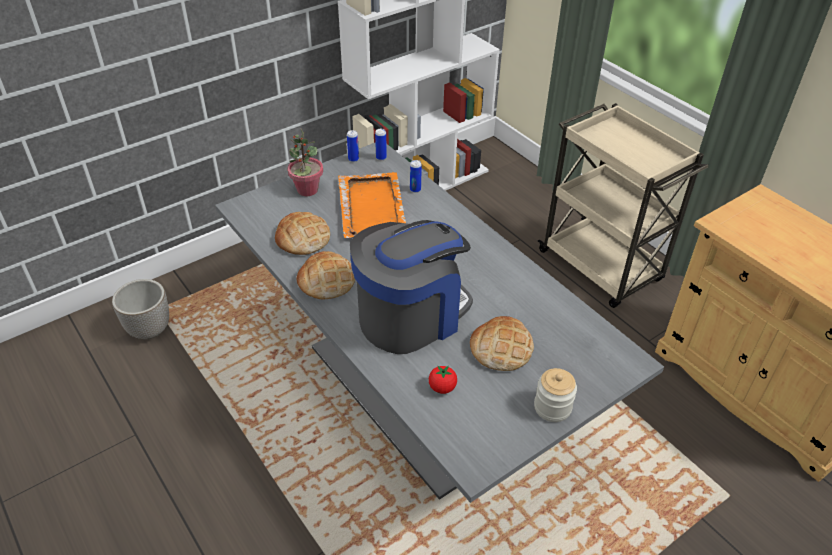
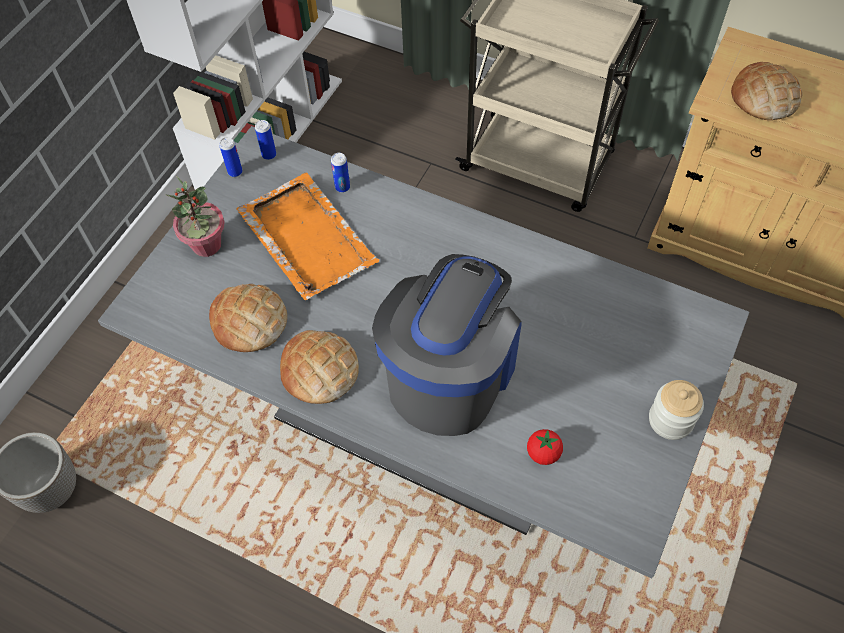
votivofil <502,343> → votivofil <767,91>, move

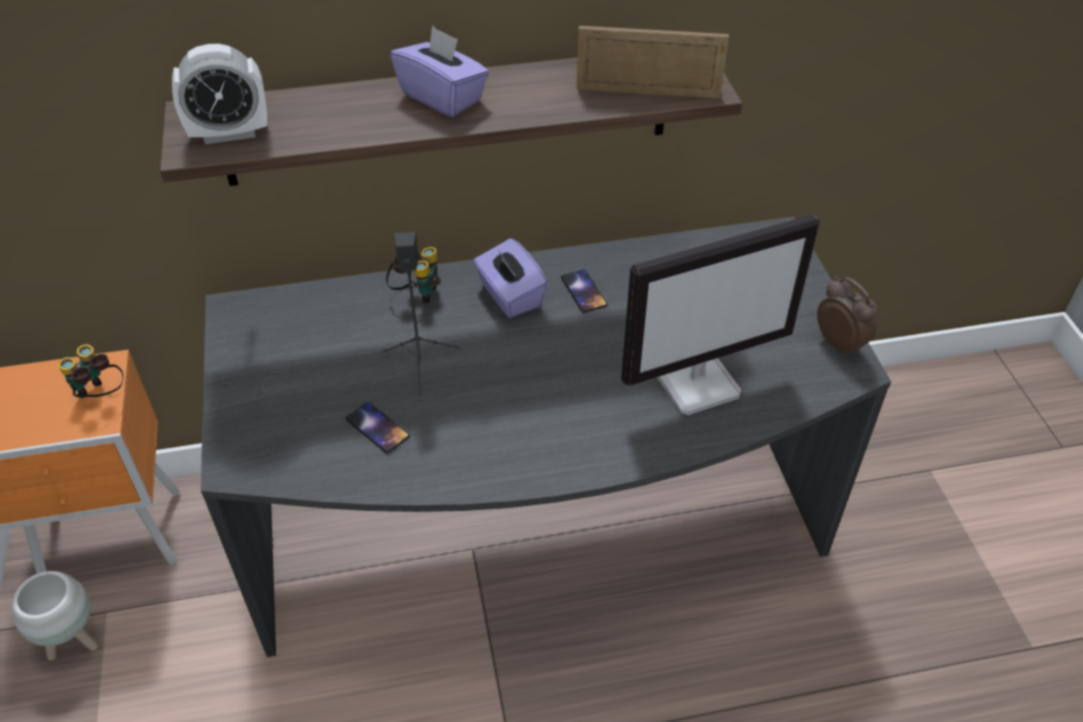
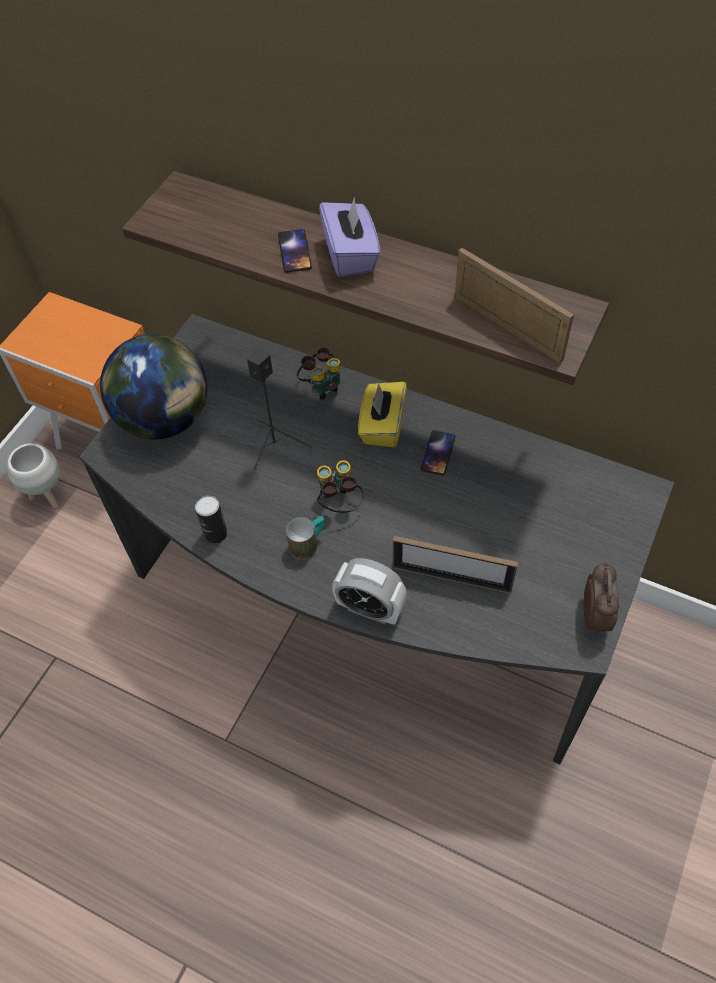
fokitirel <219,94> → fokitirel <369,591>, move
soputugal <720,314> → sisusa <455,565>
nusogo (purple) <510,278> → nusogo (yellow) <382,414>
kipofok <91,371> → kipofok <340,486>, move
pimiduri <378,427> → pimiduri <295,251>, move
- → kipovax <153,387>
- → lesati <211,519>
- → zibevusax <305,538>

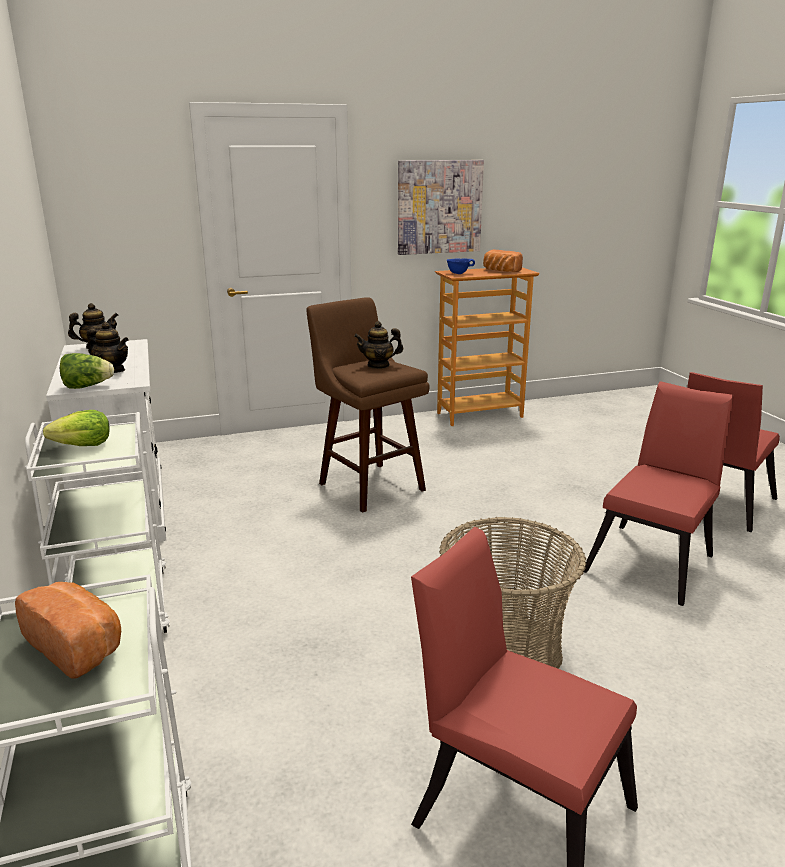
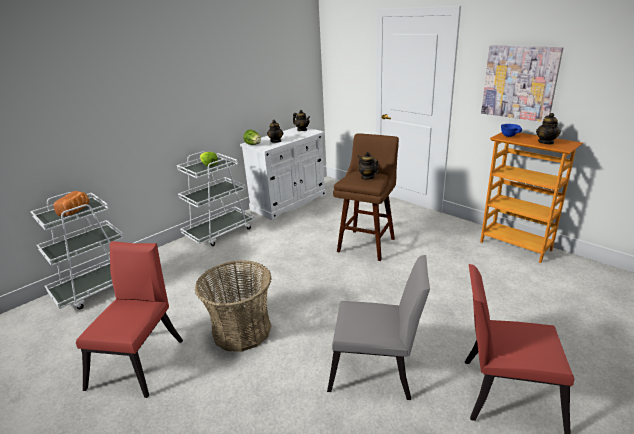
votivofil <503,260> → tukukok <548,129>
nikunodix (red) <658,493> → nikunodix (grey) <378,327>

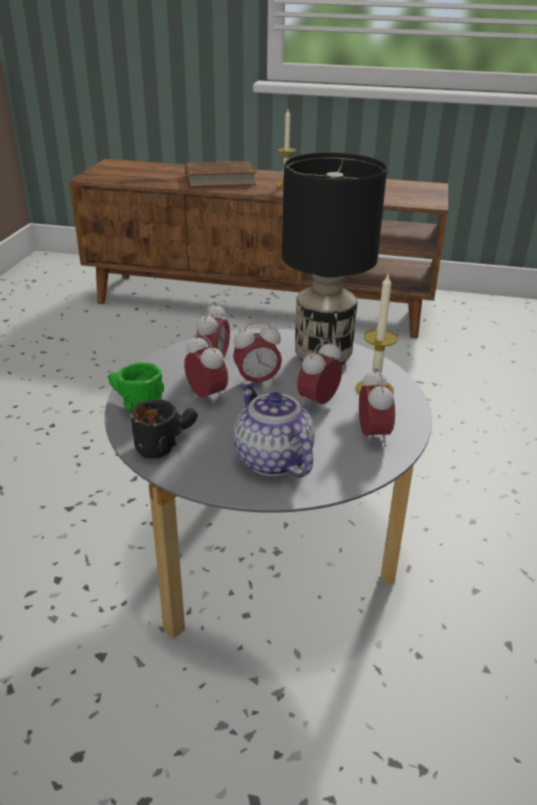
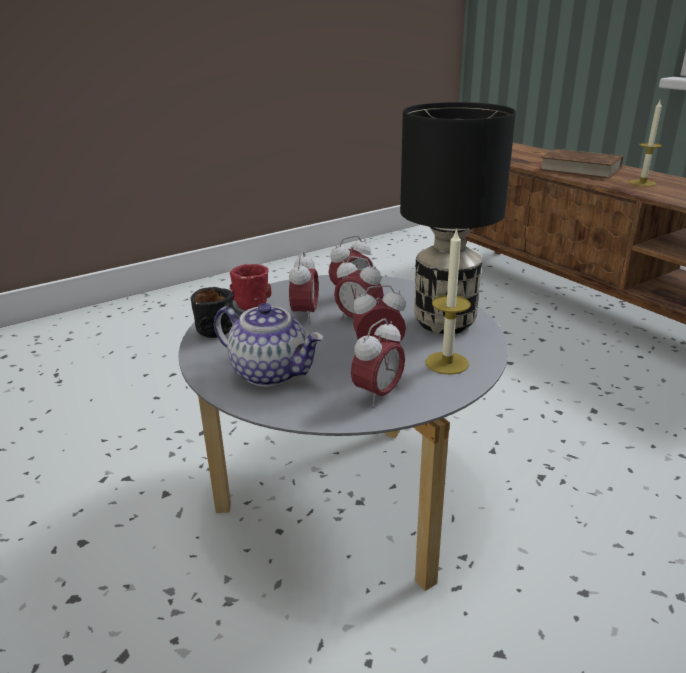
zibevusax (green) <136,387> → zibevusax (red) <250,287>
tukukok <274,428> → tukukok <269,345>, 105 degrees clockwise

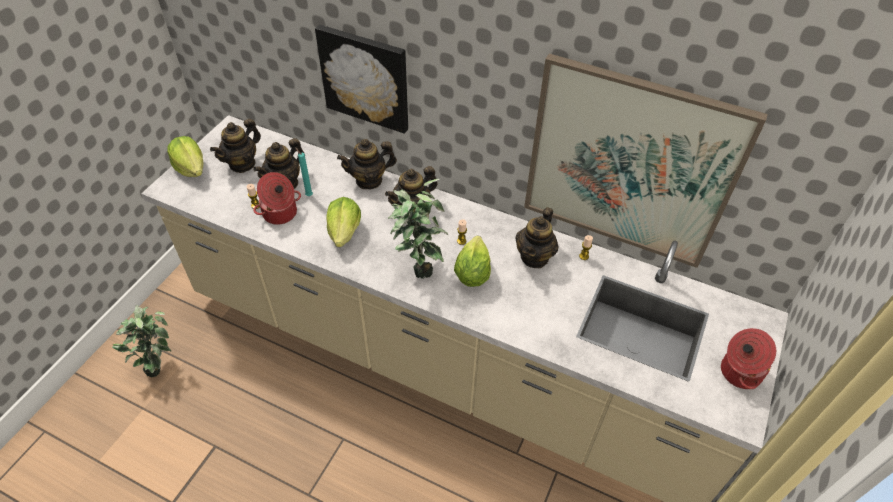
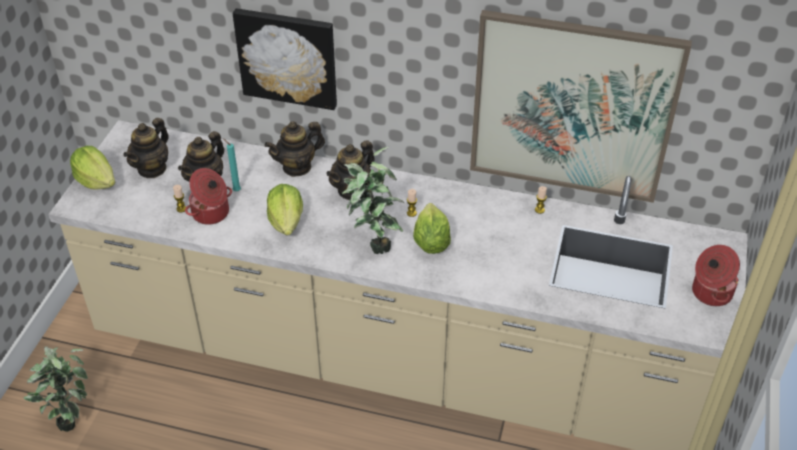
tukukok <536,237> → -

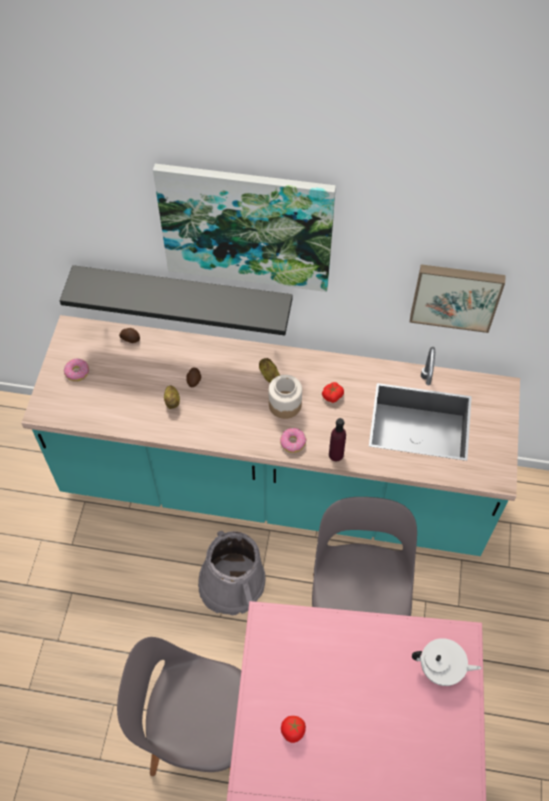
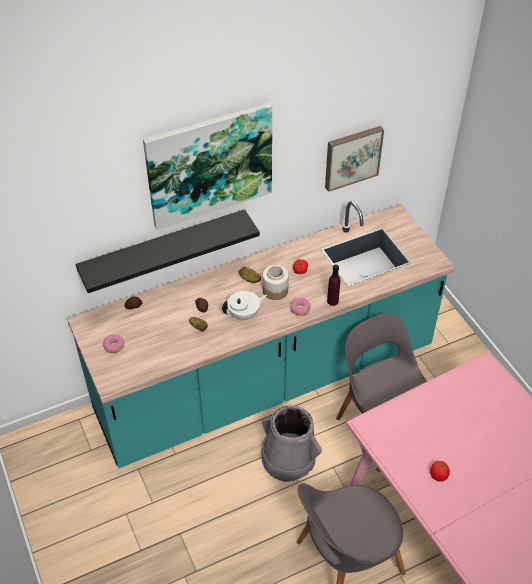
tukukok (white) <447,662> → tukukok (white) <244,305>, move

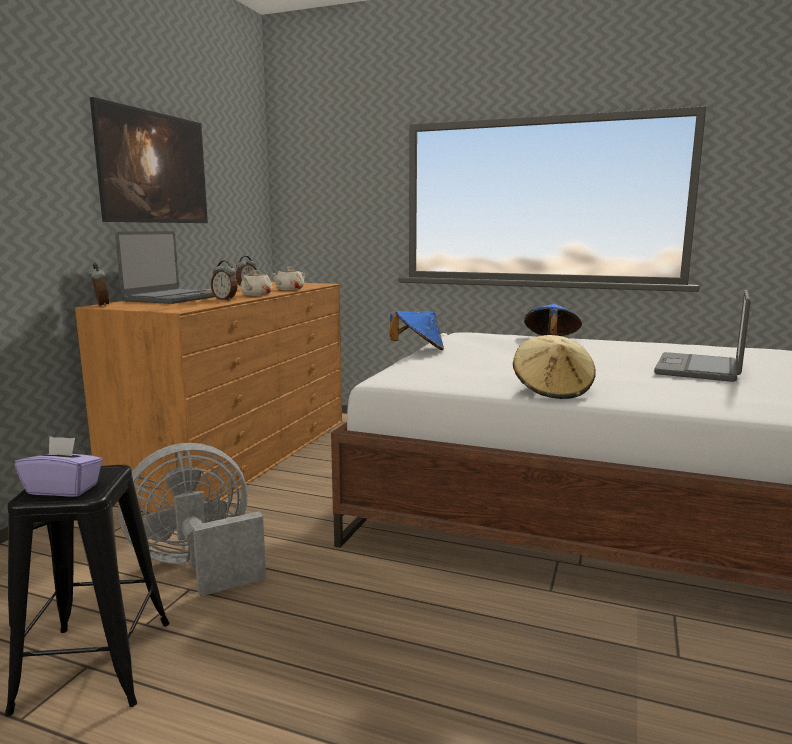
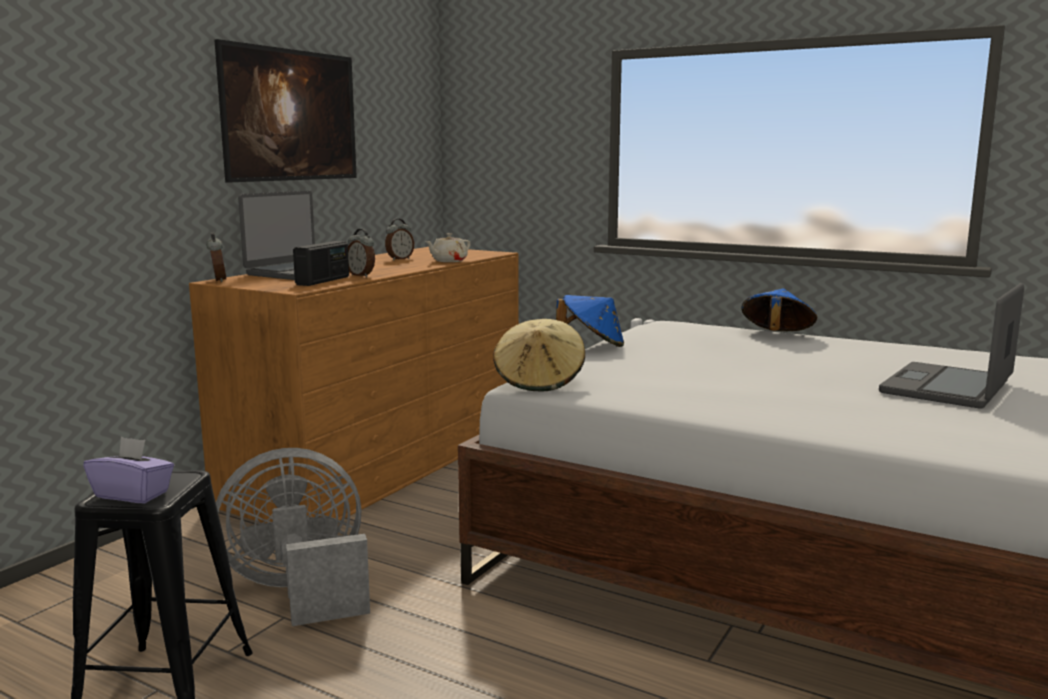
tukukok (beige) <256,283> → -
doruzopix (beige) <554,367> → doruzopix (beige) <539,355>, move
- → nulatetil <321,263>

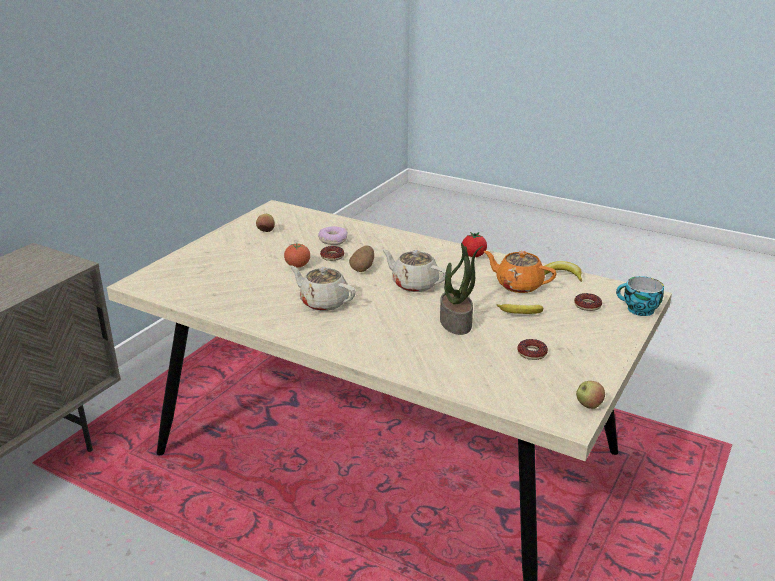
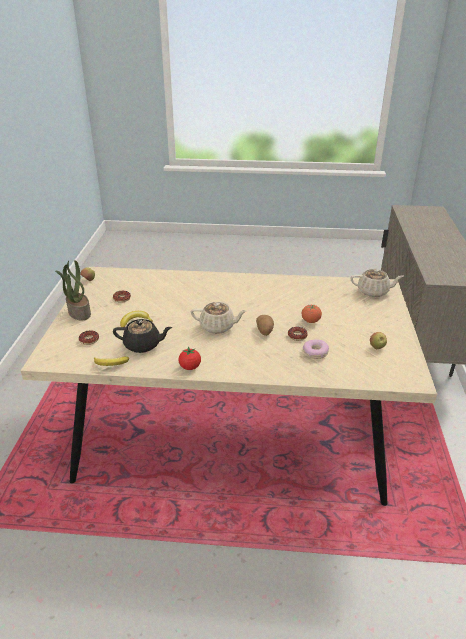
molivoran <461,289> → molivoran <73,290>, move
tukukok (orange) <520,272> → tukukok (black) <142,336>
tukukok (beige) <323,288> → tukukok (beige) <377,283>, move
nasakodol <640,296> → -

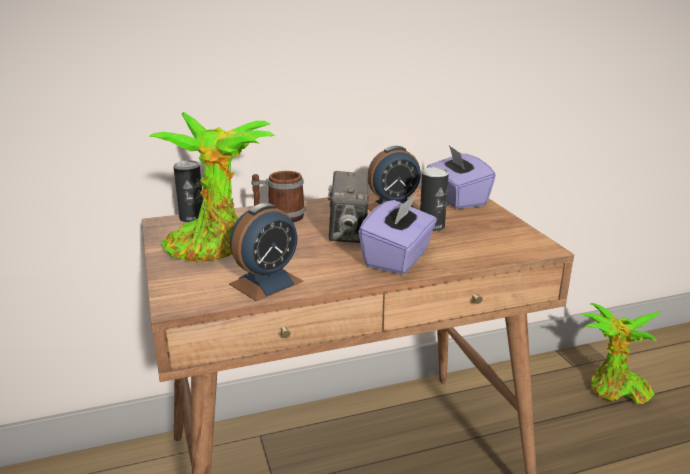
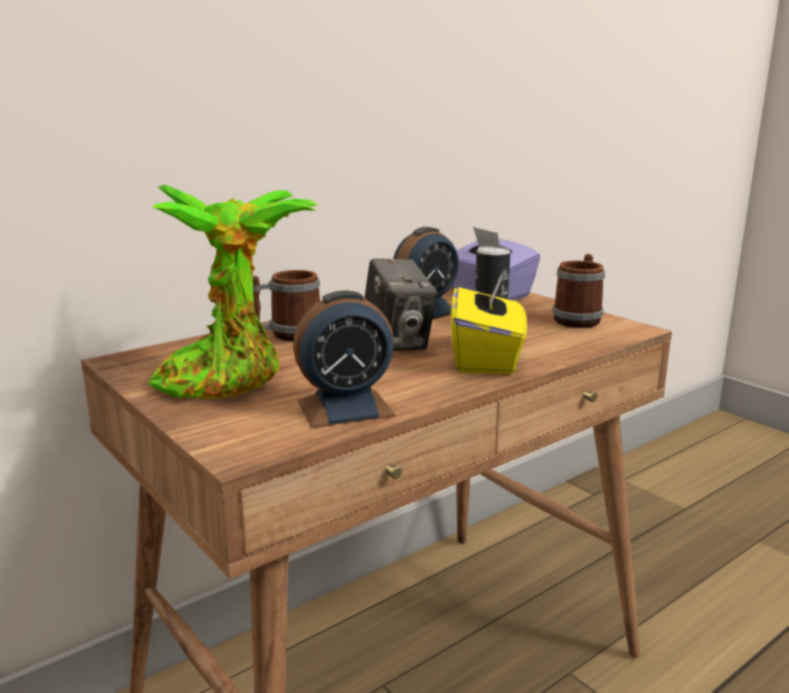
lesati <189,191> → -
nusogo (purple) <398,234> → nusogo (yellow) <489,322>
fokitirel <266,252> → fokitirel <344,359>, 45 degrees clockwise
molivoran <620,353> → -
- → zibevusax <578,291>

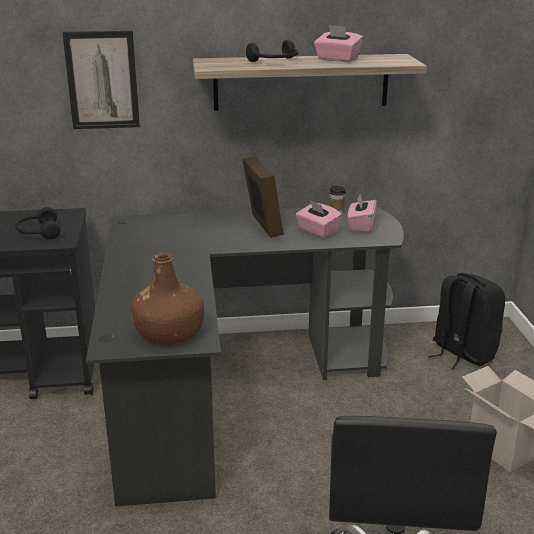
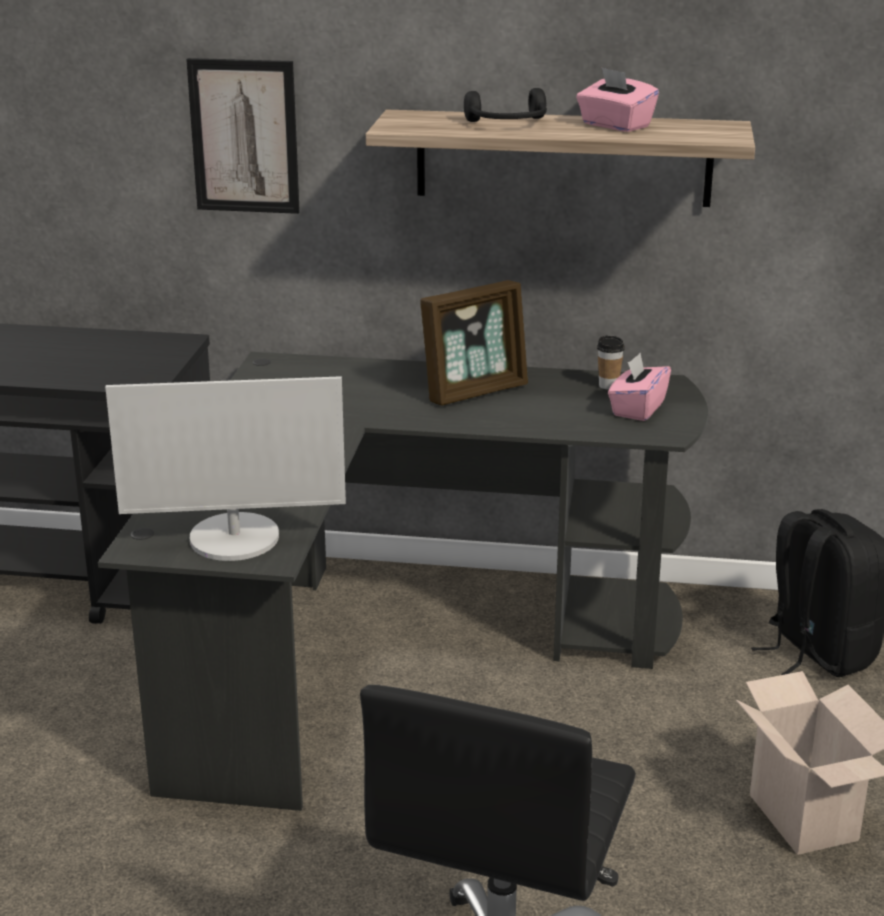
sisusa <263,197> → sisusa <474,342>, 60 degrees clockwise
nusogo (pink) <319,219> → -
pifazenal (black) <38,223> → -
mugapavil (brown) <167,299> → soputugal <225,468>

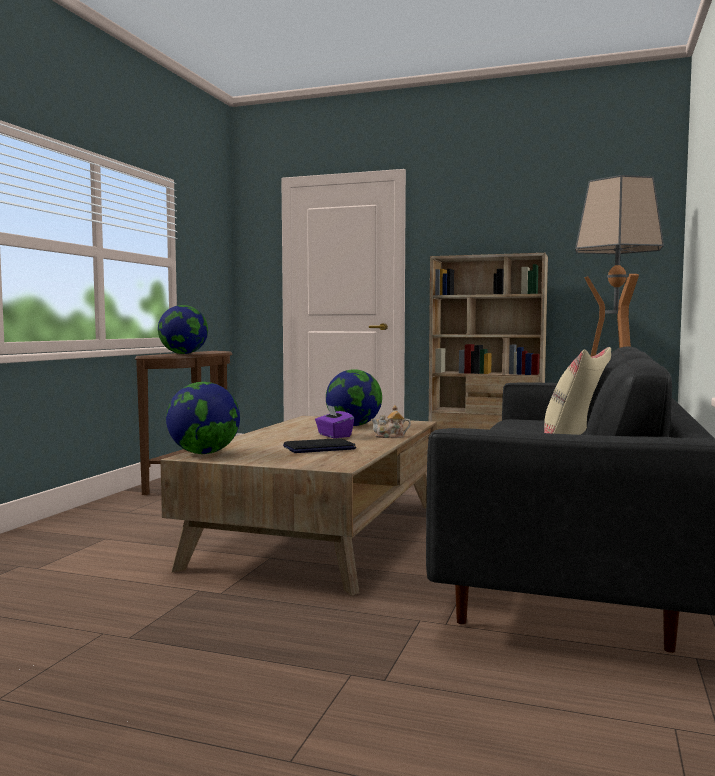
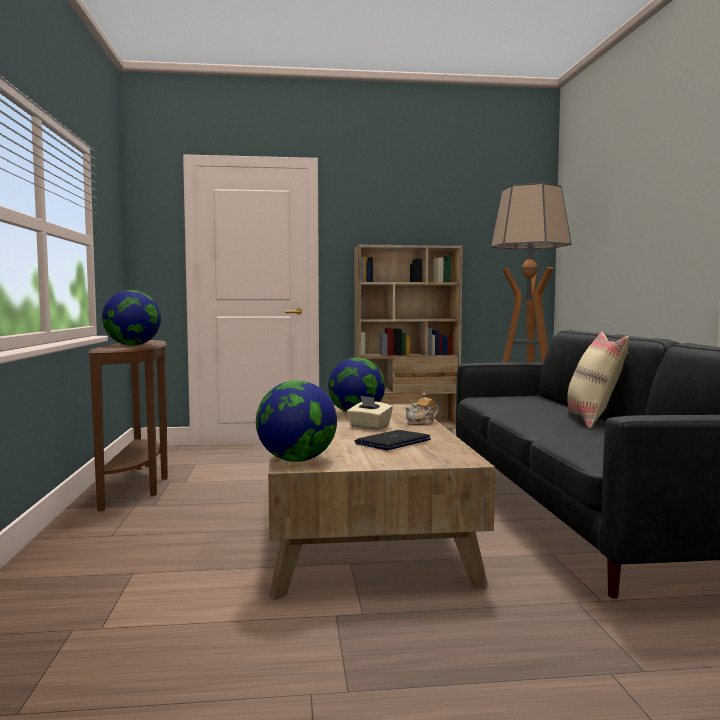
nusogo (purple) <334,421> → nusogo (beige) <370,413>

